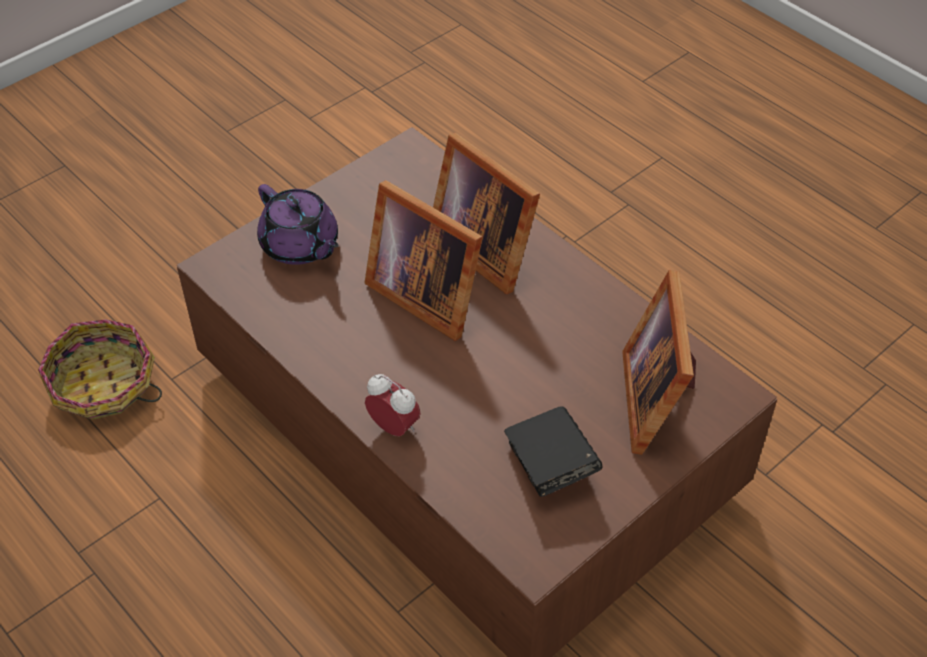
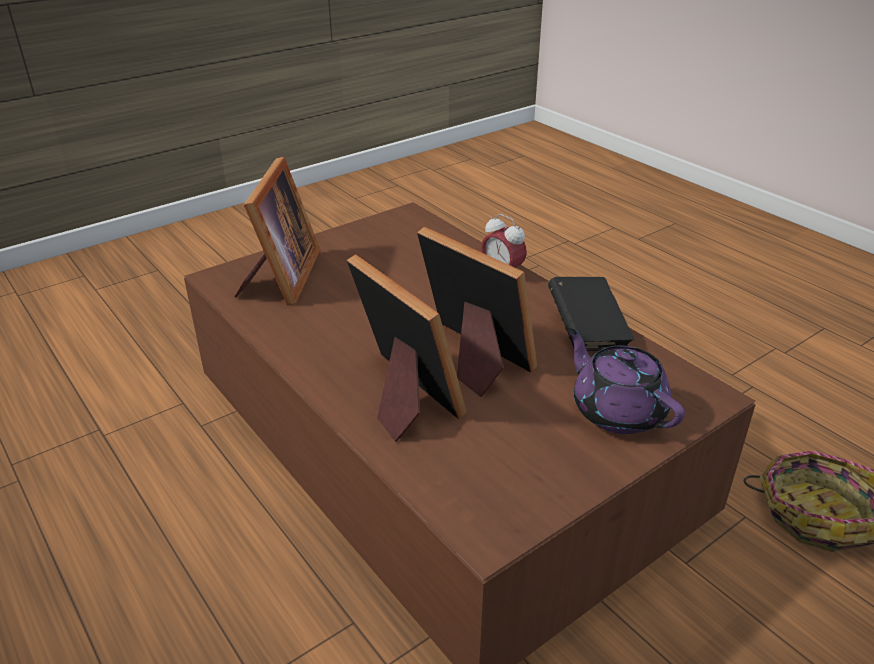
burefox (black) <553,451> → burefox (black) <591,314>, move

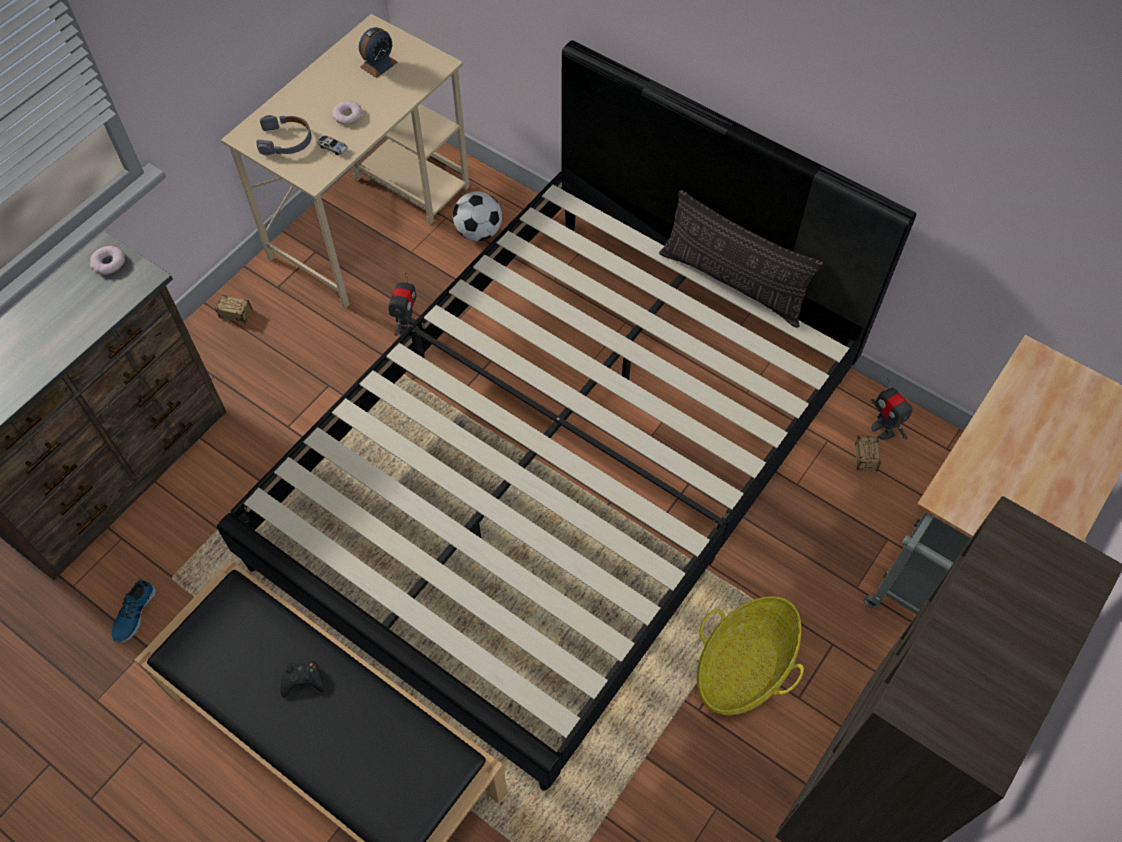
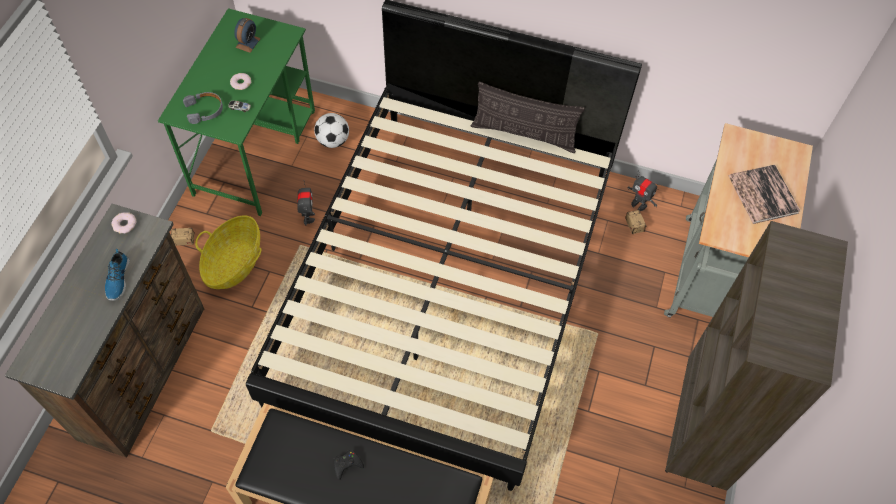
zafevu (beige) <345,161> → zafevu (green) <236,112>
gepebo <134,610> → gepebo <117,275>, move
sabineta <750,655> → sabineta <228,252>, move
- → burefox <764,194>

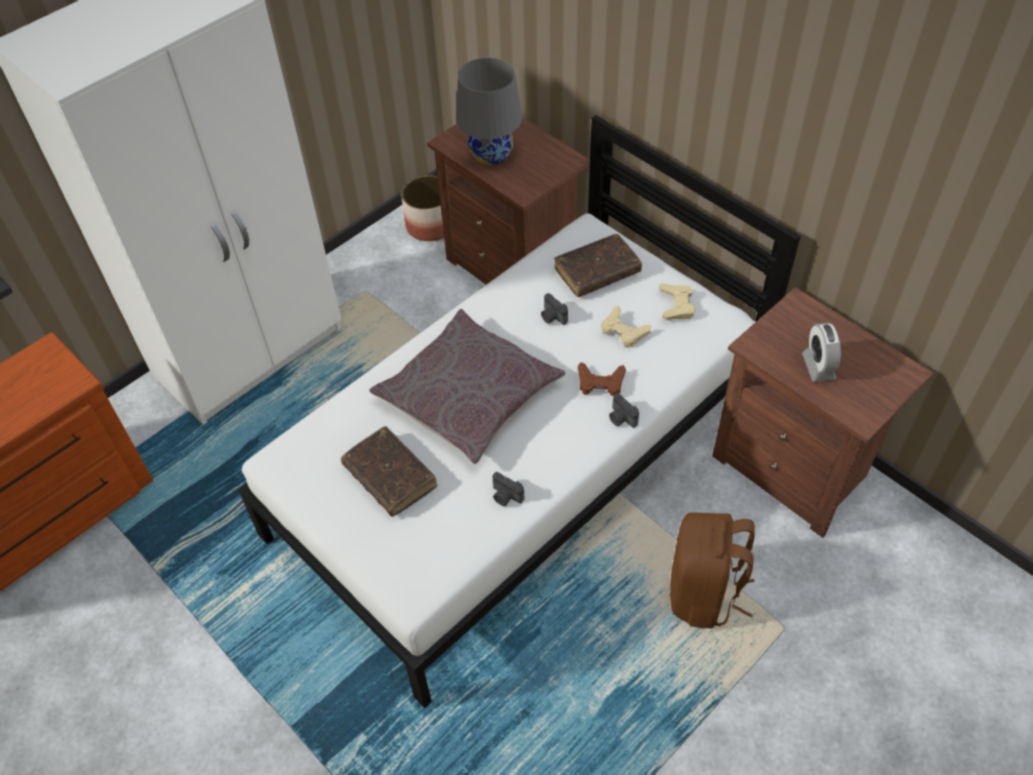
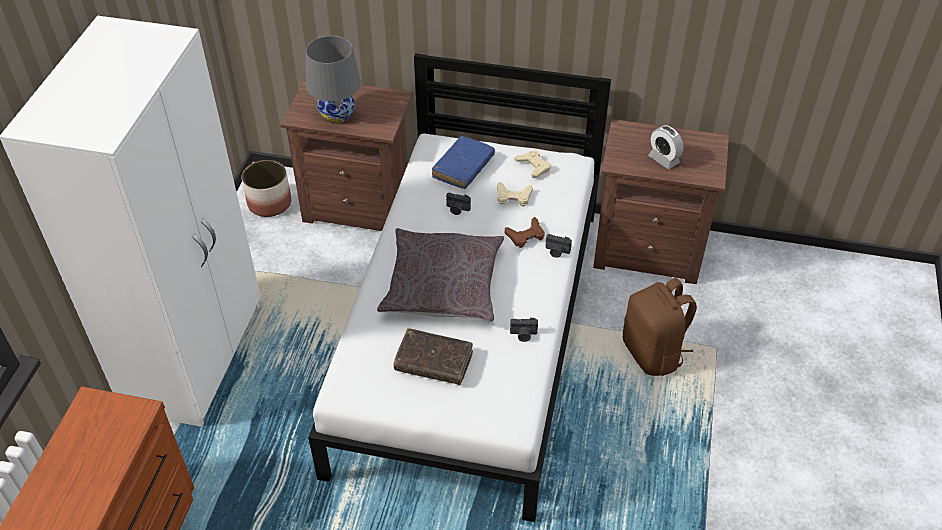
burefox (brown) <598,265> → burefox (blue) <463,162>

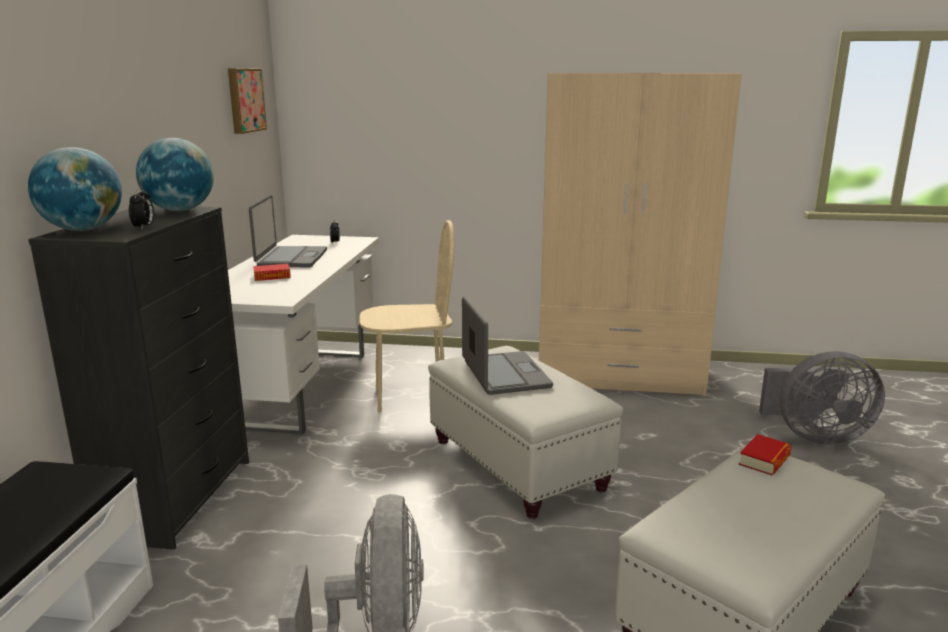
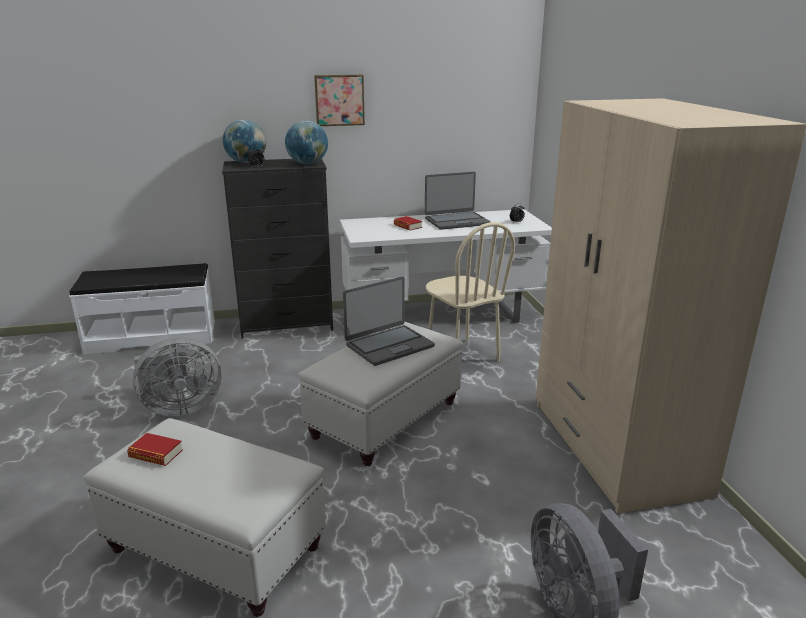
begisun <247,101> → begisun <339,100>, move
burefox <765,454> → burefox <155,449>, move

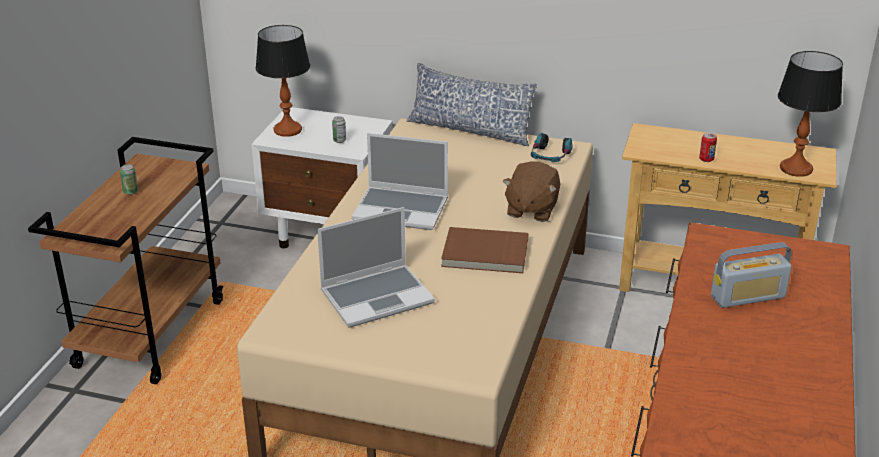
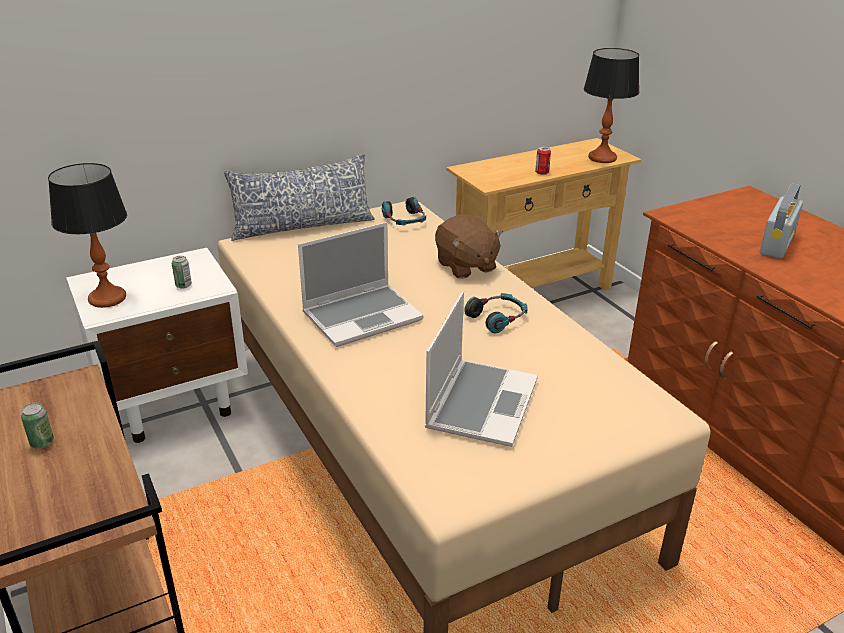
burefox (brown) <484,250> → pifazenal <496,313>

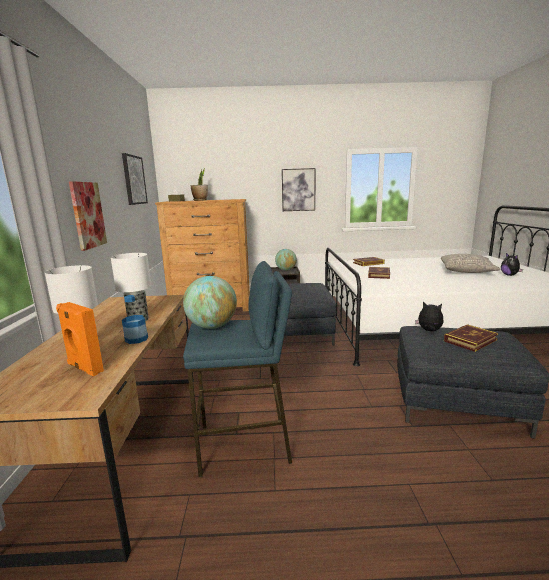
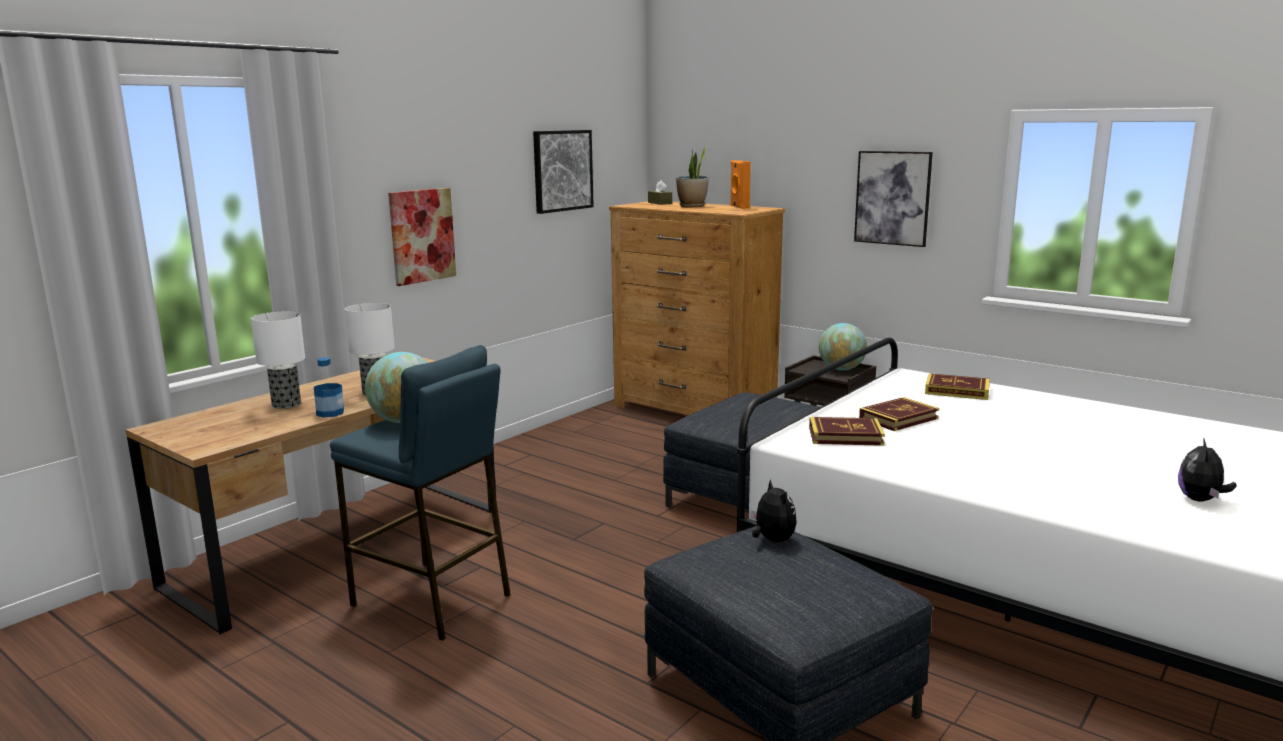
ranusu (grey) <471,263> → -
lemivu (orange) <80,339> → lemivu (orange) <740,184>, move
burefox <471,338> → burefox <847,431>, move

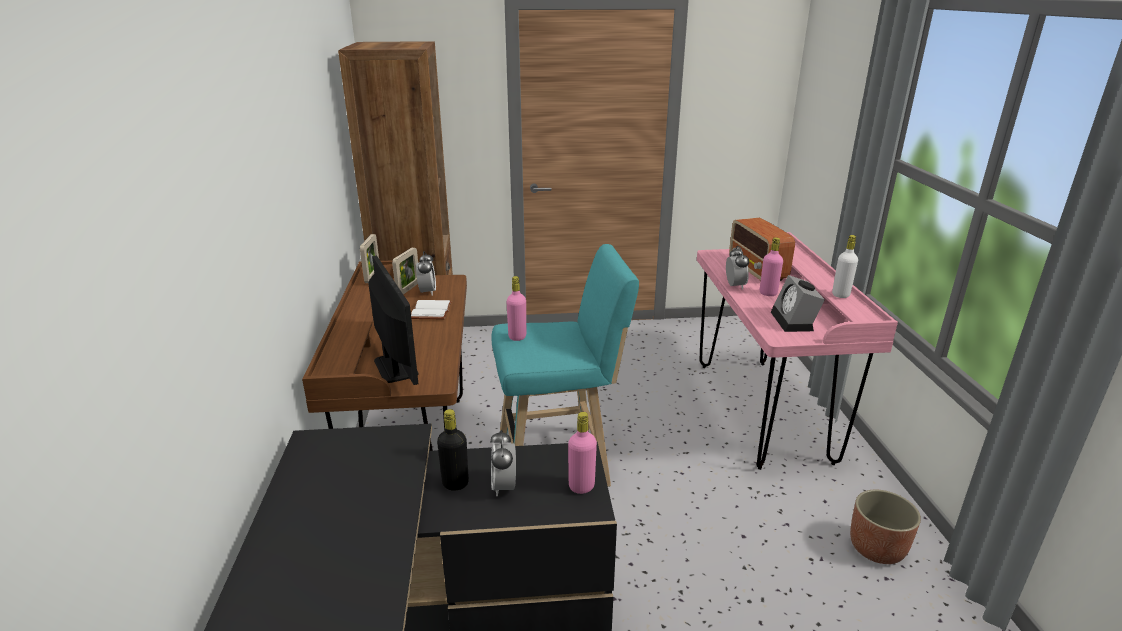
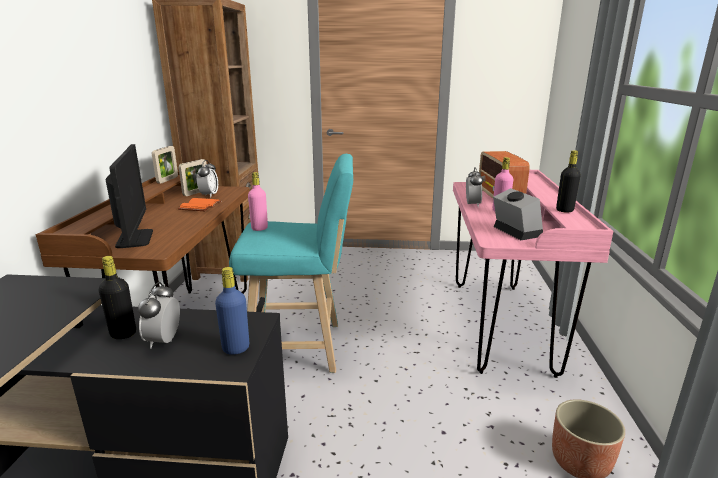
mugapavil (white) <845,266> → mugapavil (black) <568,181>
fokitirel <798,303> → fokitirel <518,214>, 150 degrees clockwise
burefox (white) <431,309> → burefox (orange) <199,204>
mugapavil (pink) <582,453> → mugapavil (blue) <232,311>

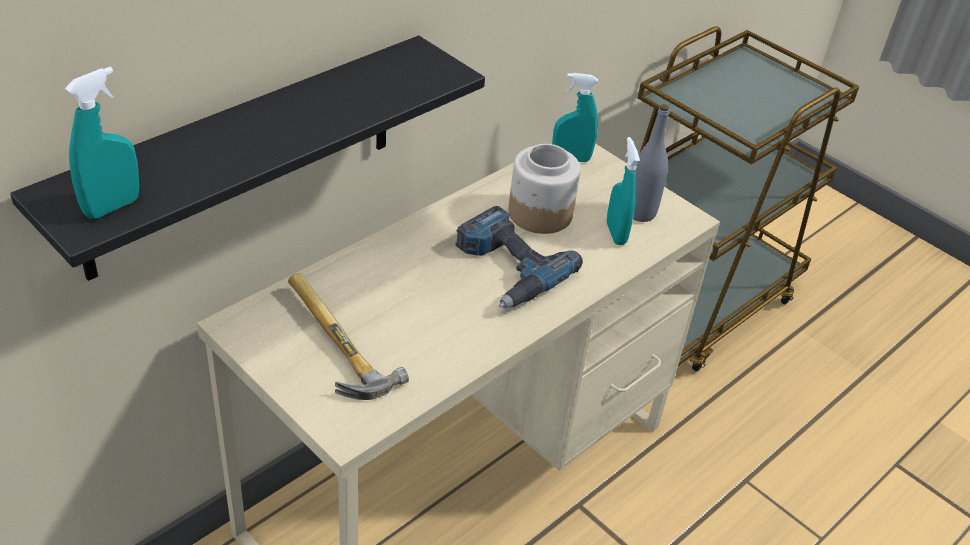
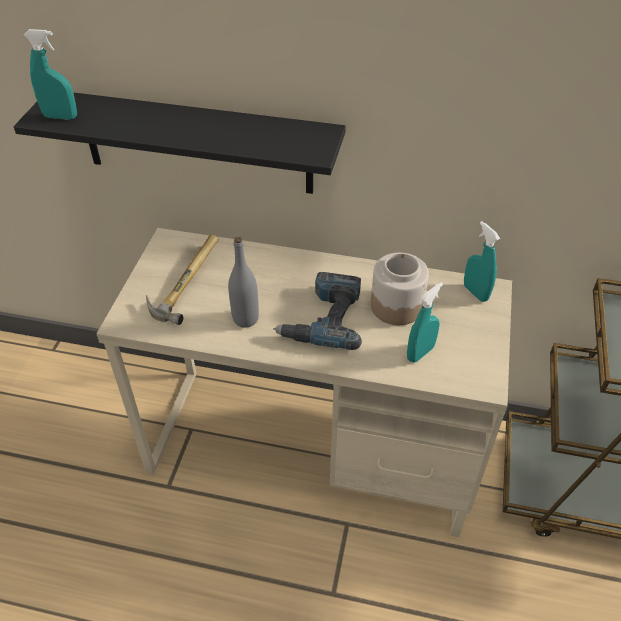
mugapavil (grey) <651,163> → mugapavil (grey) <243,282>, move

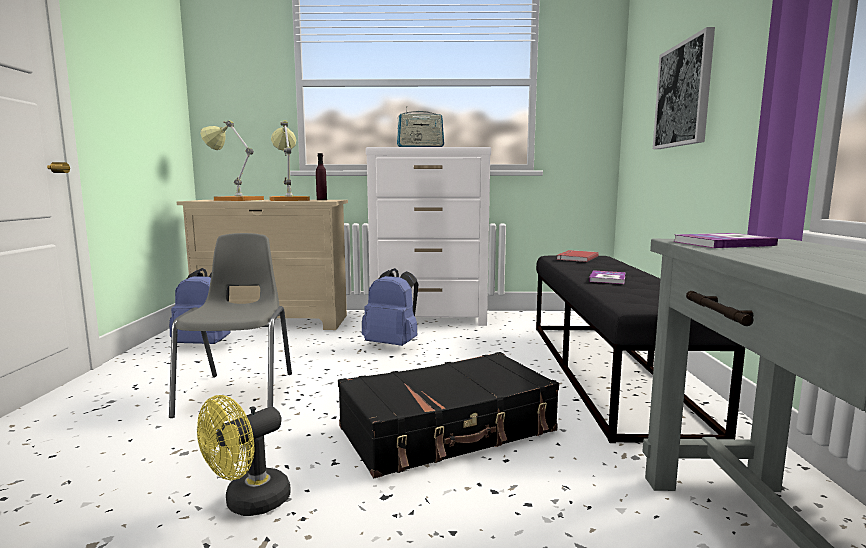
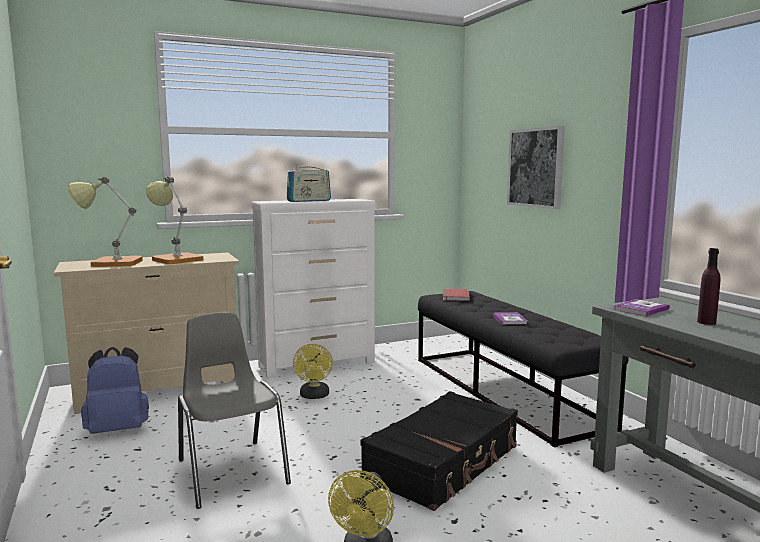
mugapavil (purple) <321,176> → mugapavil (purple) <709,286>, move
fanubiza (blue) <390,307> → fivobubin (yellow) <313,371>

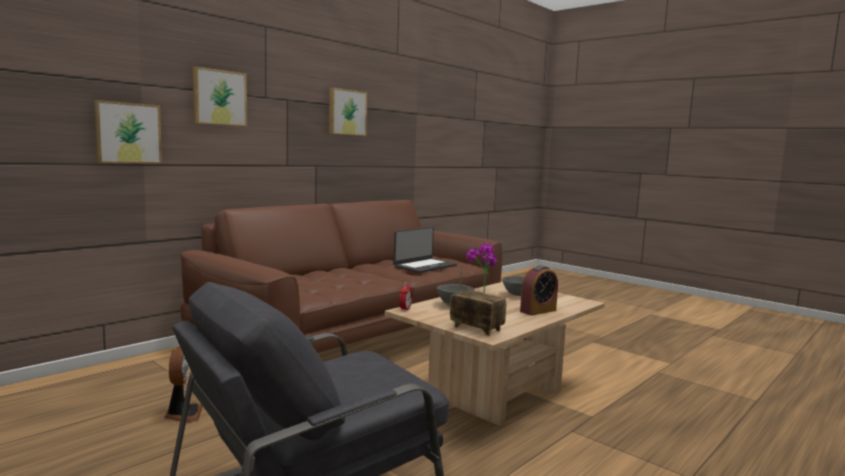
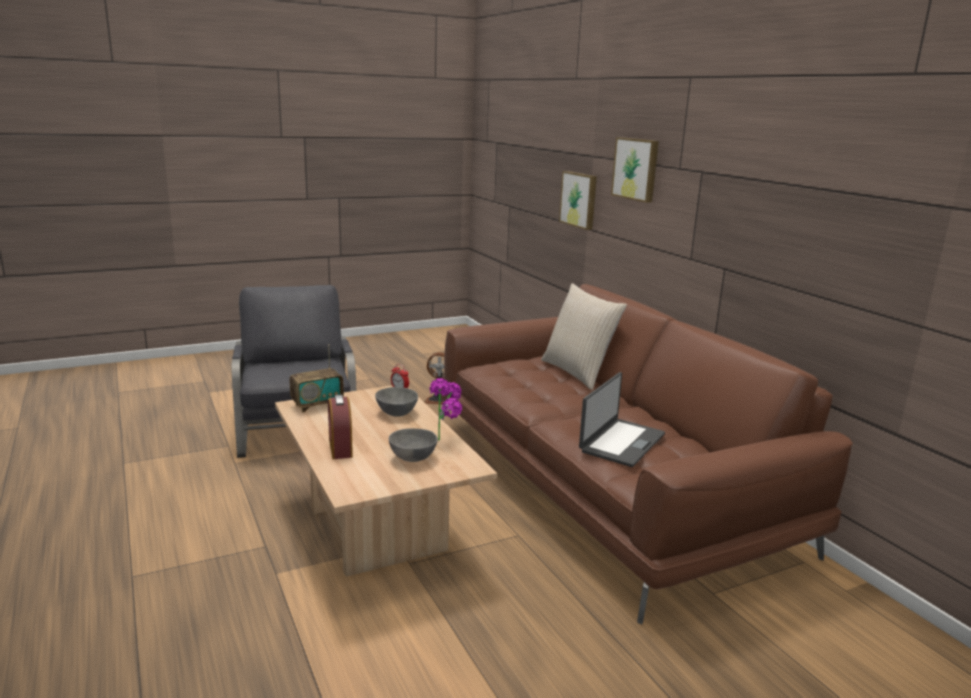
begisun <348,112> → -
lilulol <425,250> → lilulol <622,419>, 120 degrees counterclockwise
- → ranusu (beige) <584,336>

